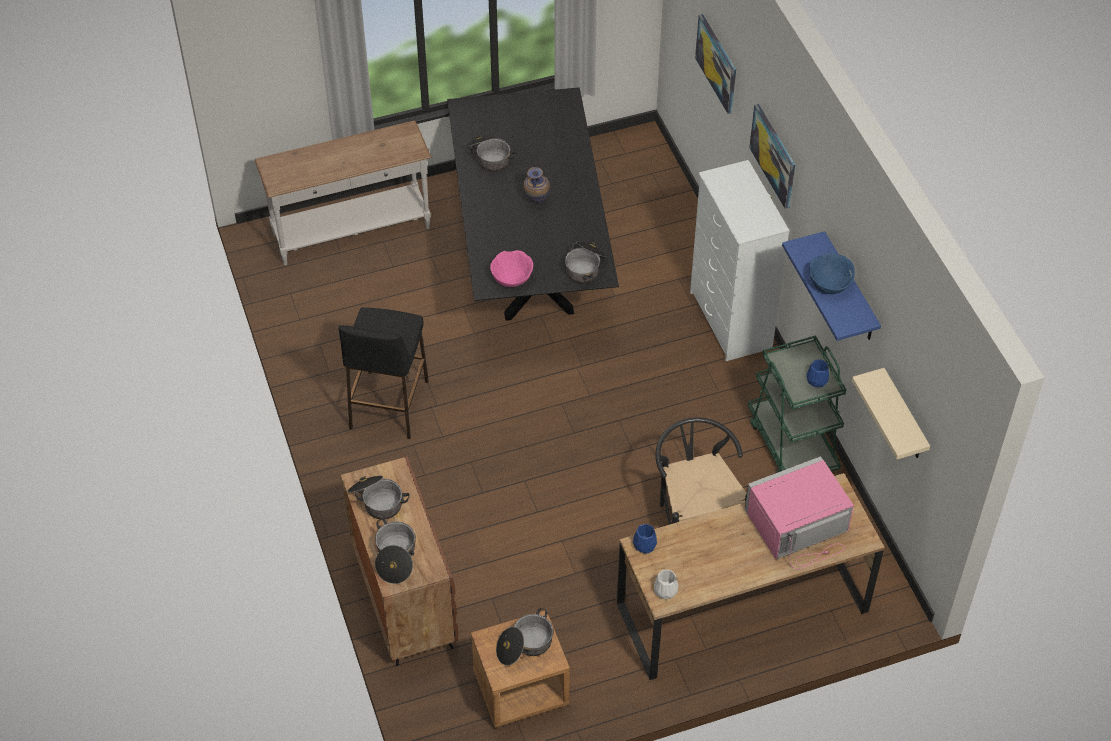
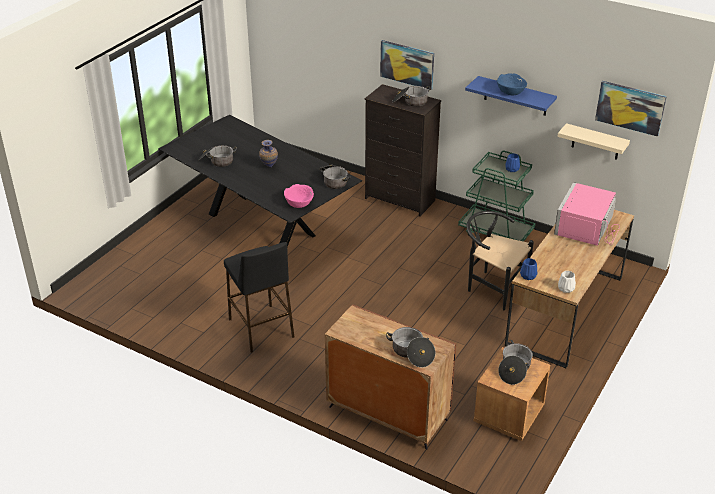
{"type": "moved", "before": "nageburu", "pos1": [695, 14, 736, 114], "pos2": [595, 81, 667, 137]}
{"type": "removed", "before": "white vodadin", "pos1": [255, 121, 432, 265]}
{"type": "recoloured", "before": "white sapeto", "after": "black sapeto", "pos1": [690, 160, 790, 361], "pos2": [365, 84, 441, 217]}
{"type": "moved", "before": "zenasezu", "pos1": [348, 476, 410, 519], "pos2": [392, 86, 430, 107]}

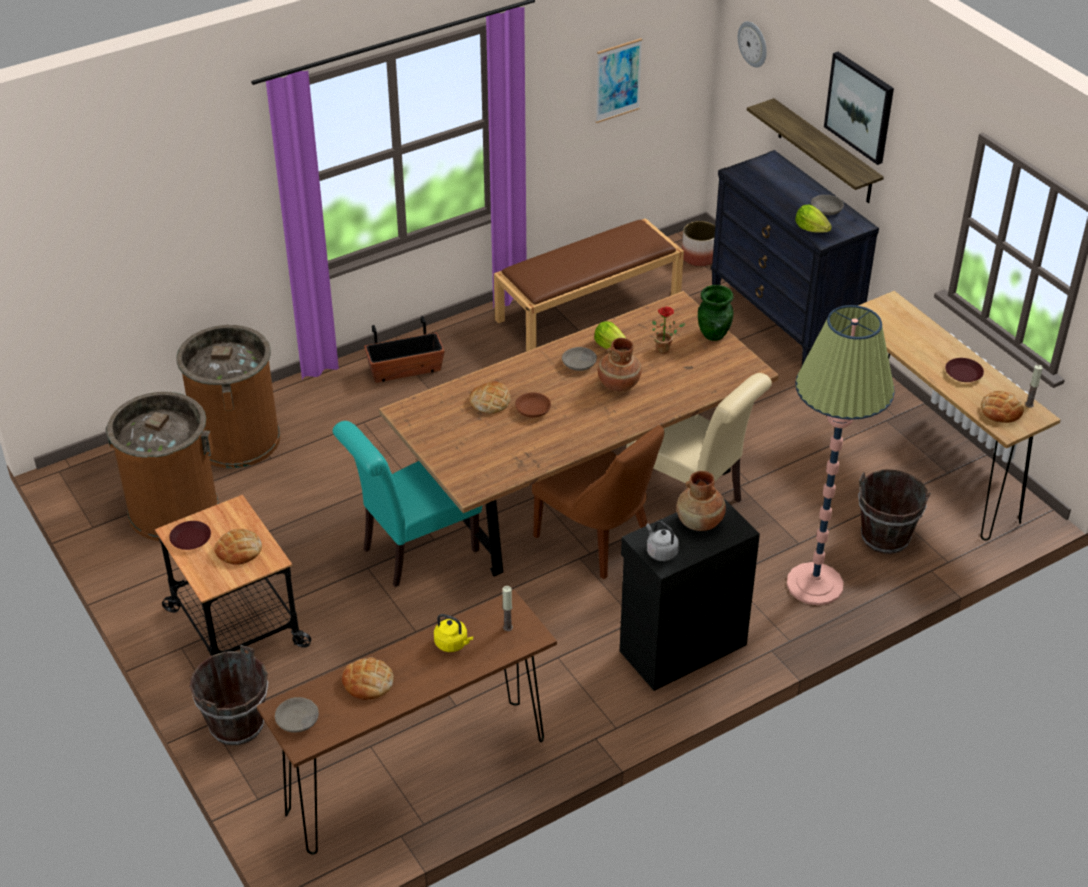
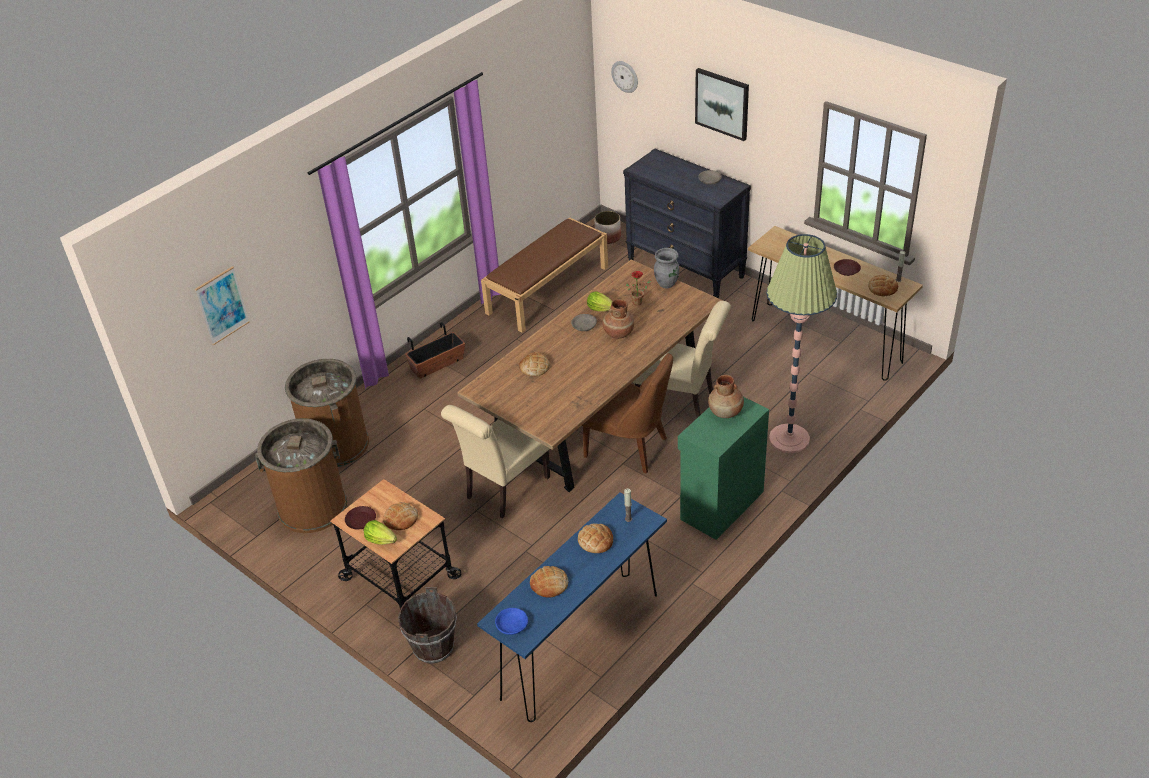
{"type": "moved", "before": "nageburu", "pos1": [596, 38, 642, 123], "pos2": [195, 266, 250, 345]}
{"type": "removed", "before": "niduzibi", "pos1": [747, 98, 884, 203]}
{"type": "moved", "before": "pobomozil", "pos1": [795, 204, 832, 233], "pos2": [364, 520, 397, 545]}
{"type": "recoloured", "before": "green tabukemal", "after": "grey tabukemal", "pos1": [698, 285, 733, 341], "pos2": [654, 248, 679, 288]}
{"type": "removed", "before": "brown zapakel", "pos1": [515, 392, 551, 418]}
{"type": "recoloured", "before": "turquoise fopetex", "after": "beige fopetex", "pos1": [333, 421, 482, 587], "pos2": [441, 405, 550, 519]}
{"type": "removed", "before": "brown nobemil", "pos1": [858, 469, 931, 554]}
{"type": "recoloured", "before": "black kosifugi", "after": "green kosifugi", "pos1": [620, 499, 760, 691], "pos2": [678, 397, 769, 540]}
{"type": "removed", "before": "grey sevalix", "pos1": [646, 521, 679, 561]}
{"type": "recoloured", "before": "brown vodadin", "after": "blue vodadin", "pos1": [257, 590, 557, 855], "pos2": [477, 492, 667, 722]}
{"type": "replaced", "before": "yellow sevalix", "after": "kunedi", "pos1": [434, 614, 473, 652], "pos2": [578, 524, 613, 553]}
{"type": "recoloured", "before": "grey zapakel", "after": "blue zapakel", "pos1": [275, 697, 319, 733], "pos2": [495, 608, 528, 635]}

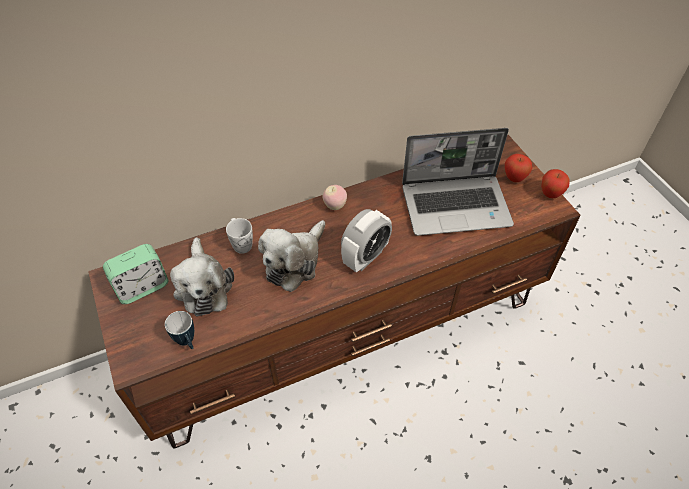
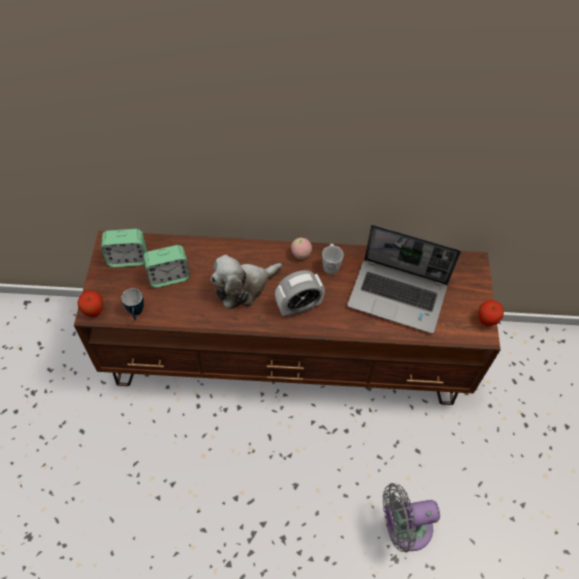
{"type": "moved", "before": "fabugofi", "pos1": [505, 154, 533, 182], "pos2": [77, 291, 103, 317]}
{"type": "moved", "before": "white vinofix", "pos1": [226, 218, 253, 254], "pos2": [322, 244, 344, 274]}
{"type": "replaced", "before": "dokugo", "after": "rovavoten", "pos1": [170, 237, 234, 316], "pos2": [143, 245, 190, 288]}
{"type": "added", "after": "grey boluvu", "pos2": [383, 483, 440, 553]}

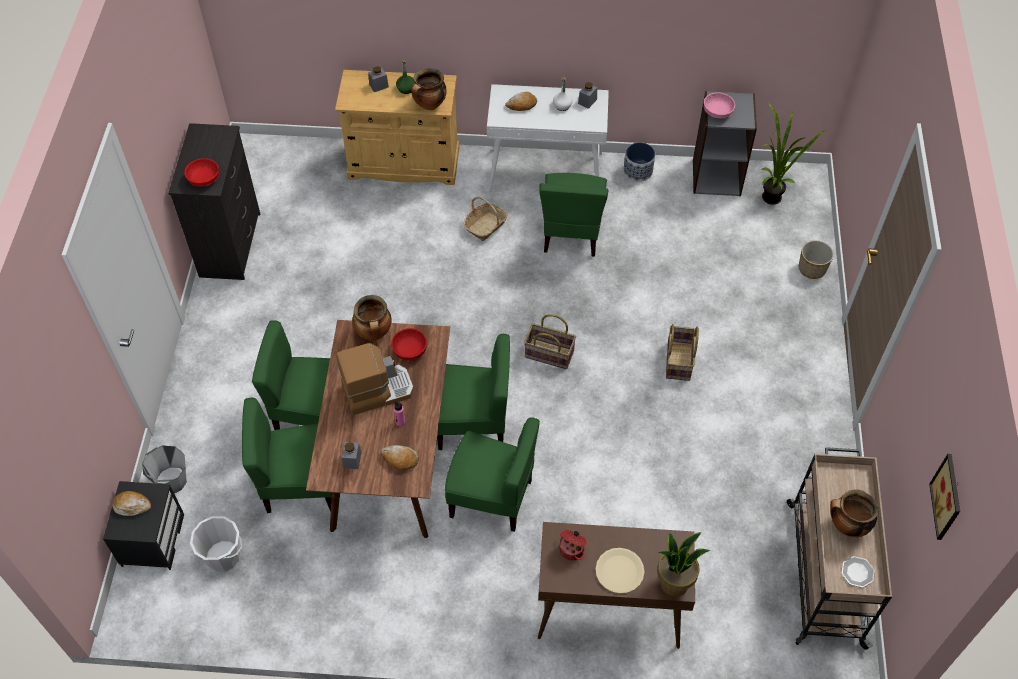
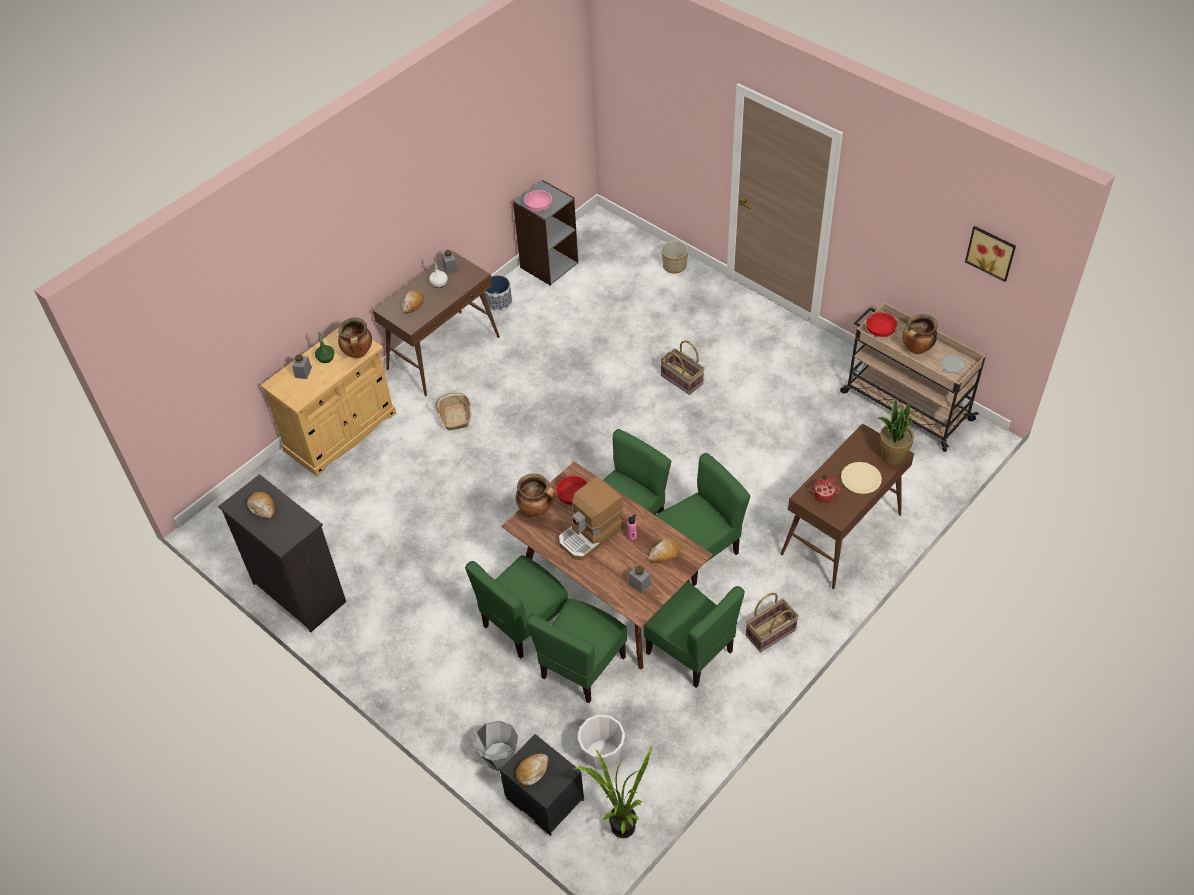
{"type": "recoloured", "before": "white vodadin", "after": "brown vodadin", "pos1": [487, 84, 609, 192], "pos2": [373, 251, 500, 396]}
{"type": "moved", "before": "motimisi", "pos1": [760, 102, 826, 205], "pos2": [574, 745, 653, 838]}
{"type": "moved", "before": "red zapakel", "pos1": [184, 158, 219, 187], "pos2": [866, 312, 897, 337]}
{"type": "moved", "before": "green fopetex", "pos1": [539, 173, 608, 257], "pos2": [644, 582, 745, 688]}
{"type": "moved", "before": "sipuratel", "pos1": [524, 314, 576, 369], "pos2": [746, 593, 799, 652]}
{"type": "turned", "before": "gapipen", "pos1": [336, 343, 414, 415], "pos2": [559, 476, 624, 560], "turn": -150}
{"type": "added", "after": "kunedi", "pos2": [247, 492, 275, 519]}

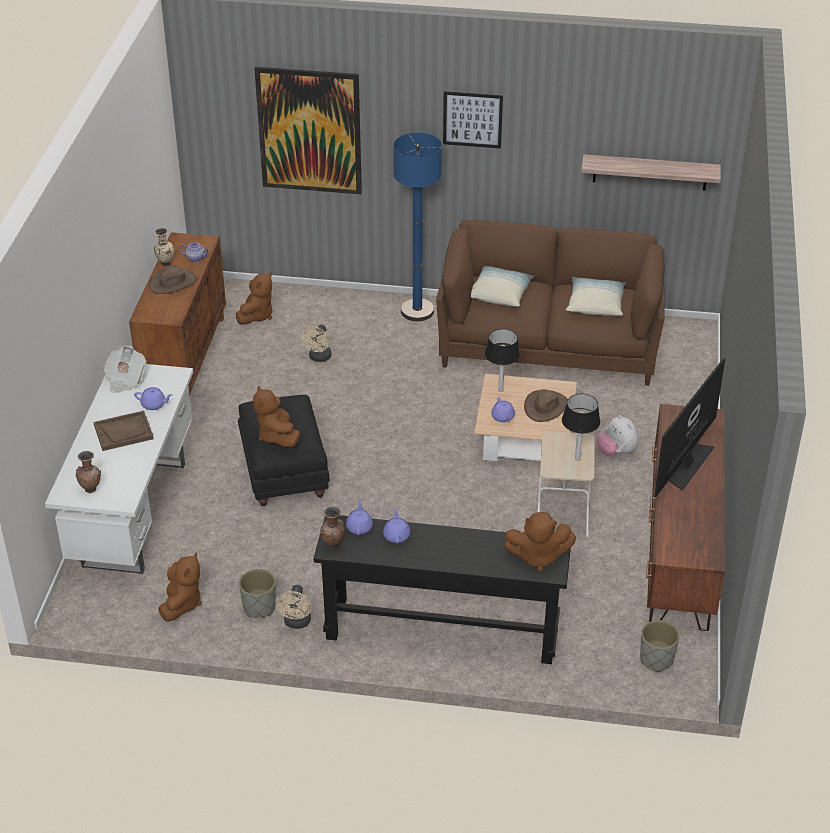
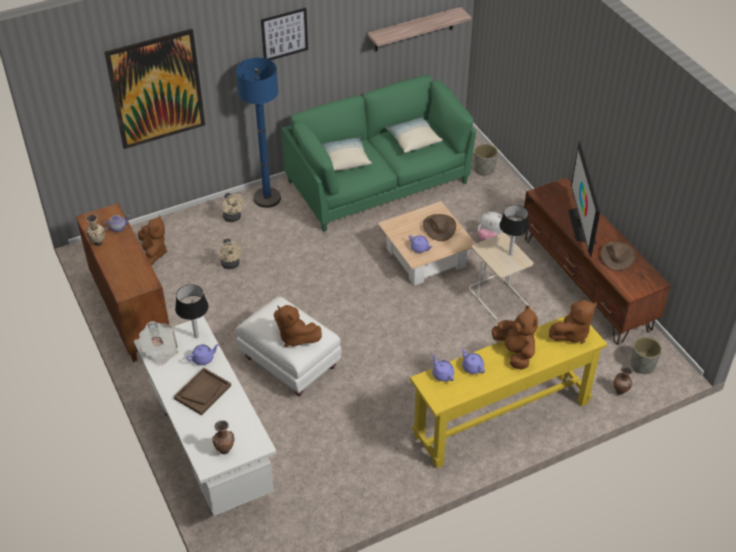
{"type": "recoloured", "before": "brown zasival", "after": "green zasival", "pos1": [436, 220, 665, 386], "pos2": [281, 75, 476, 232]}
{"type": "moved", "before": "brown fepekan", "pos1": [149, 265, 197, 294], "pos2": [601, 242, 637, 271]}
{"type": "moved", "before": "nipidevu", "pos1": [485, 329, 520, 392], "pos2": [175, 284, 208, 338]}
{"type": "recoloured", "before": "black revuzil", "after": "white revuzil", "pos1": [238, 395, 330, 506], "pos2": [236, 297, 342, 396]}
{"type": "moved", "before": "brown tabukemal", "pos1": [320, 507, 345, 549], "pos2": [614, 366, 633, 395]}
{"type": "recoloured", "before": "black vodadin", "after": "yellow vodadin", "pos1": [313, 515, 571, 664], "pos2": [410, 316, 607, 468]}
{"type": "moved", "before": "brown dokugo", "pos1": [158, 553, 202, 622], "pos2": [492, 305, 538, 370]}
{"type": "moved", "before": "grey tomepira", "pos1": [239, 569, 276, 618], "pos2": [474, 144, 498, 176]}
{"type": "moved", "before": "beige boluvu", "pos1": [276, 585, 312, 629], "pos2": [222, 193, 245, 222]}

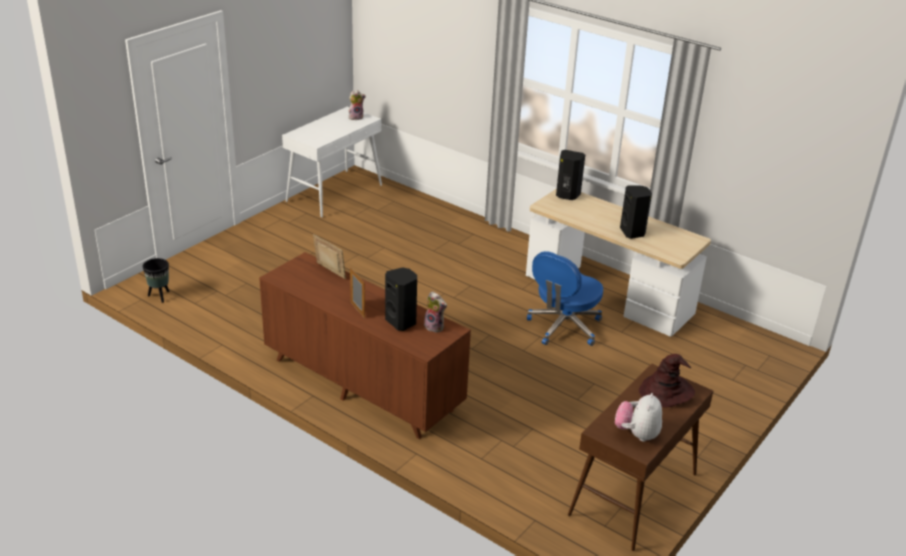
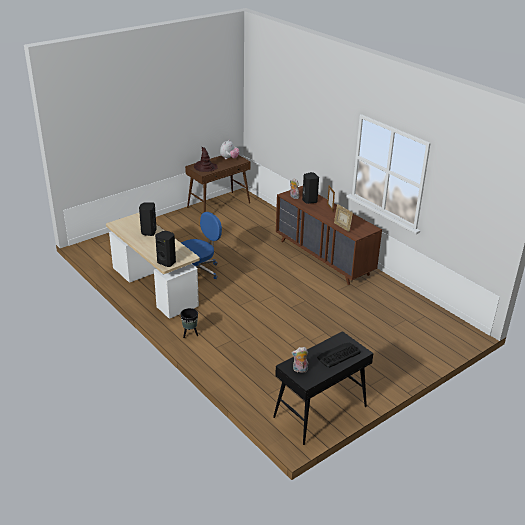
{"type": "recoloured", "before": "white vodadin", "after": "black vodadin", "pos1": [282, 107, 382, 218], "pos2": [273, 331, 373, 445]}
{"type": "moved", "before": "black tomepira", "pos1": [143, 258, 169, 303], "pos2": [181, 308, 198, 338]}
{"type": "added", "after": "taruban", "pos2": [317, 343, 361, 368]}

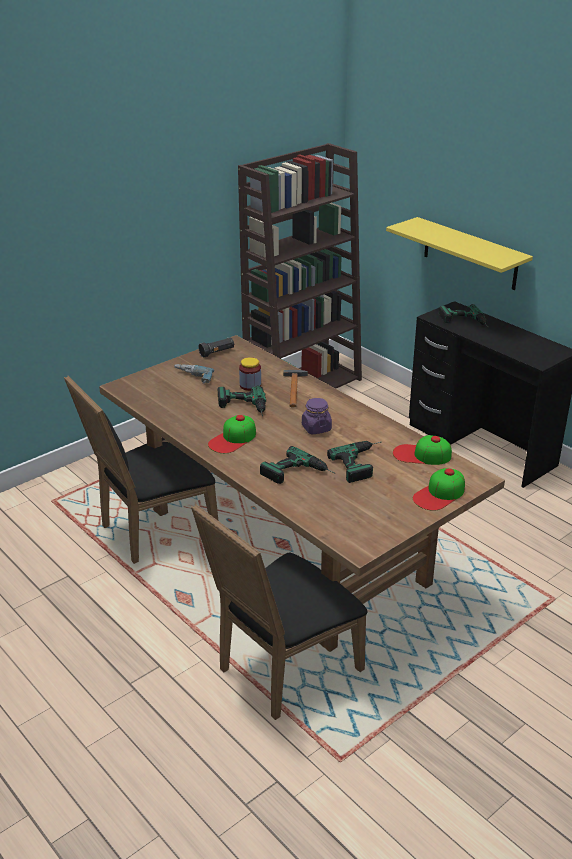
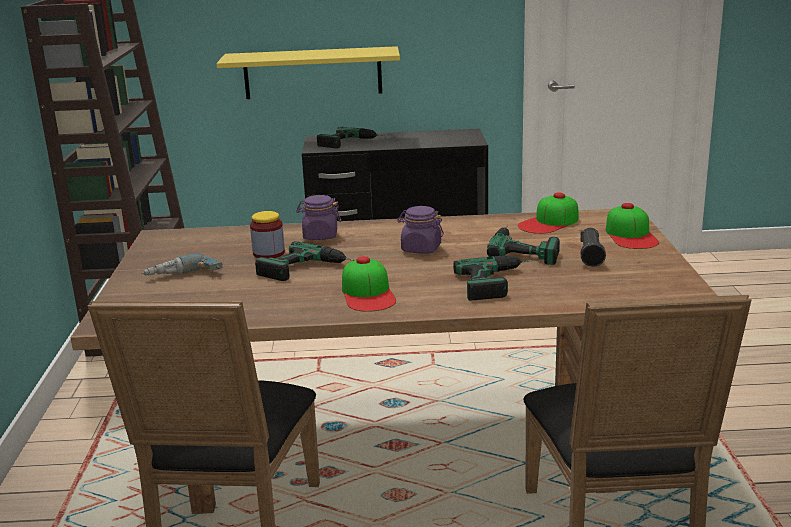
{"type": "moved", "before": "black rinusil", "pos1": [198, 337, 235, 358], "pos2": [580, 228, 606, 267]}
{"type": "replaced", "before": "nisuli", "after": "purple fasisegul", "pos1": [283, 370, 308, 408], "pos2": [296, 195, 341, 240]}

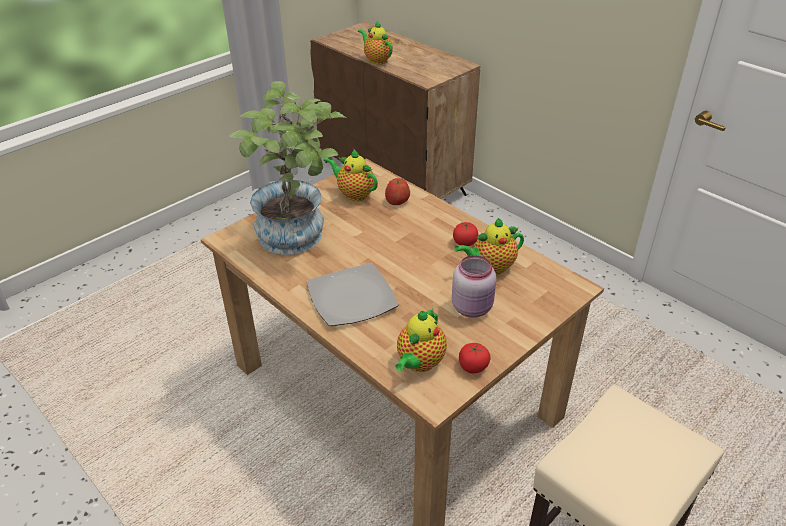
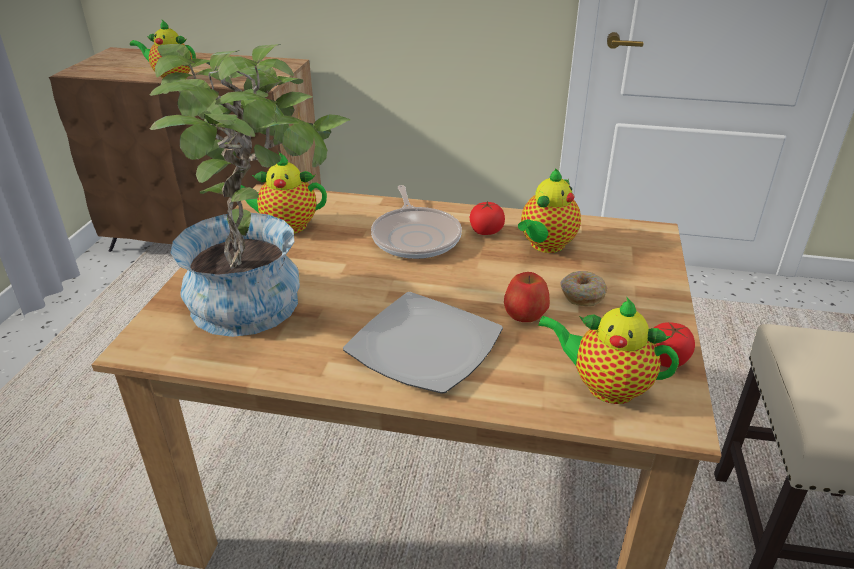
{"type": "moved", "before": "fabugofi", "pos1": [385, 178, 410, 205], "pos2": [504, 272, 550, 322]}
{"type": "replaced", "before": "pink fasisegul", "after": "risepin", "pos1": [452, 255, 496, 318], "pos2": [560, 271, 607, 307]}
{"type": "turned", "before": "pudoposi", "pos1": [396, 309, 447, 372], "pos2": [538, 298, 679, 404], "turn": 120}
{"type": "added", "after": "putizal", "pos2": [371, 185, 462, 259]}

